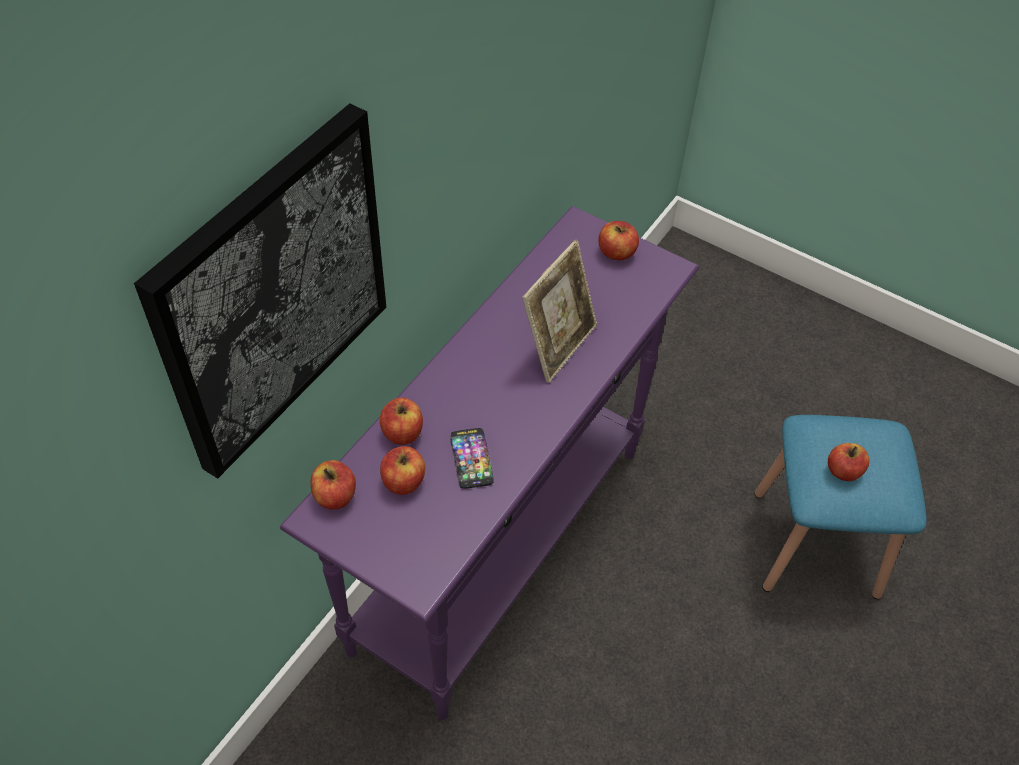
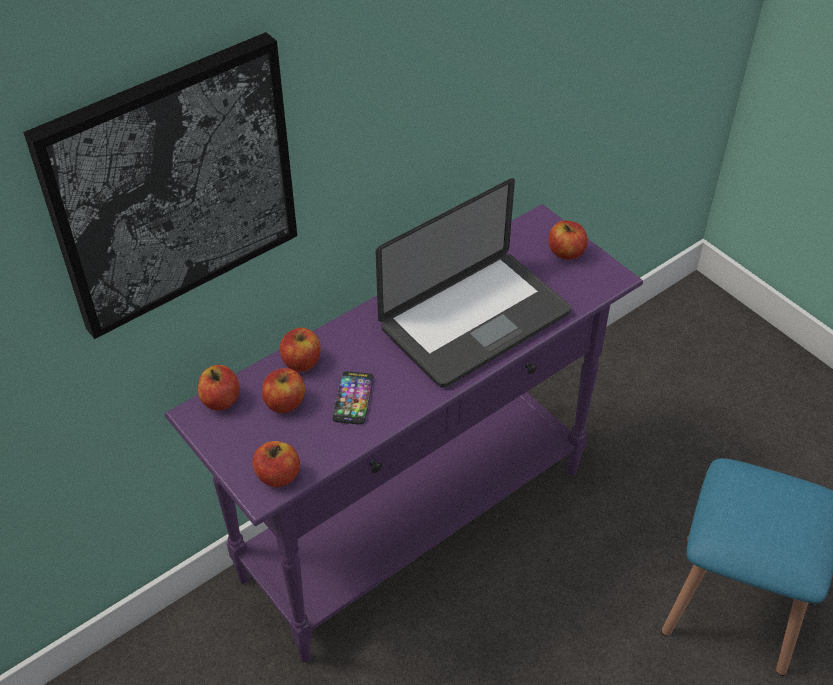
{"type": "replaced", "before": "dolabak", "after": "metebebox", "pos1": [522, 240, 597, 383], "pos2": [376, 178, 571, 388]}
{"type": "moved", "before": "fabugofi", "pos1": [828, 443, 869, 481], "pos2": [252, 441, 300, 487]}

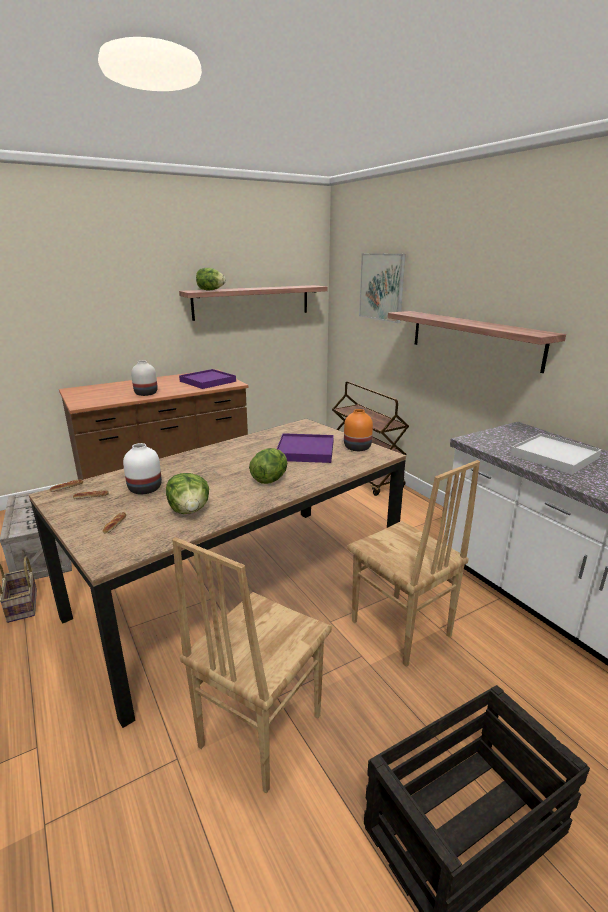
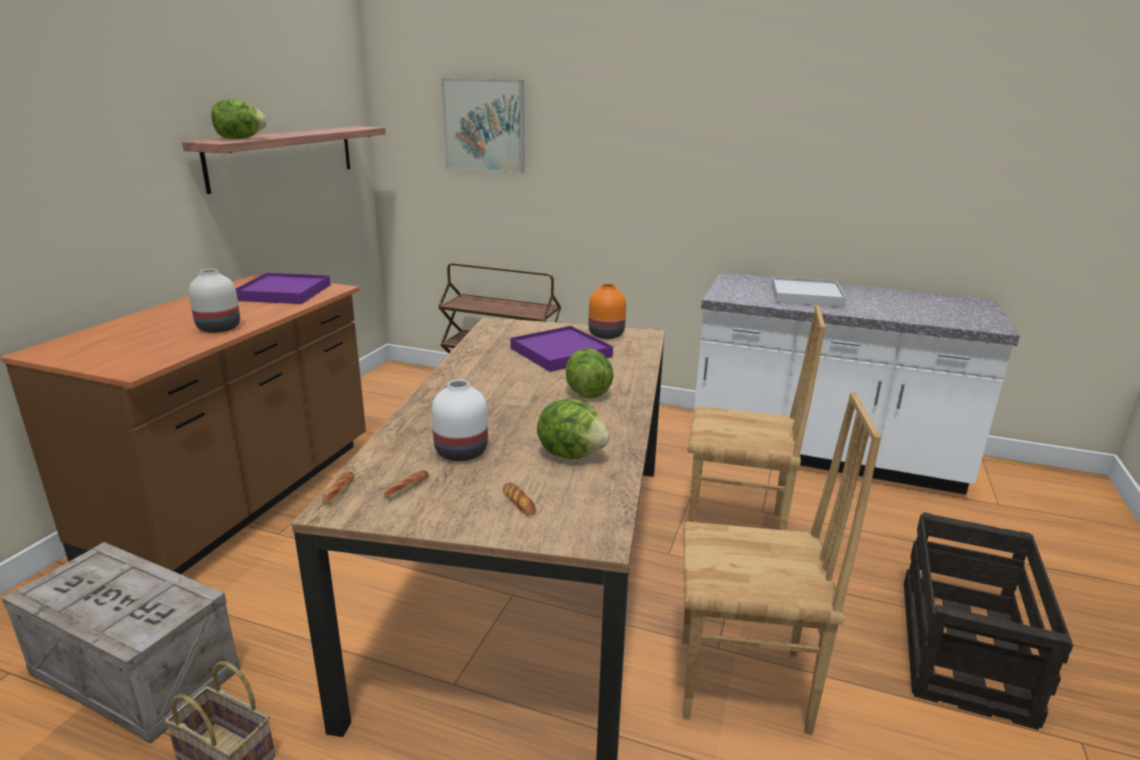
{"type": "removed", "before": "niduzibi", "pos1": [388, 311, 566, 373]}
{"type": "turned", "before": "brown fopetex", "pos1": [172, 537, 332, 793], "pos2": [682, 392, 881, 734], "turn": -75}

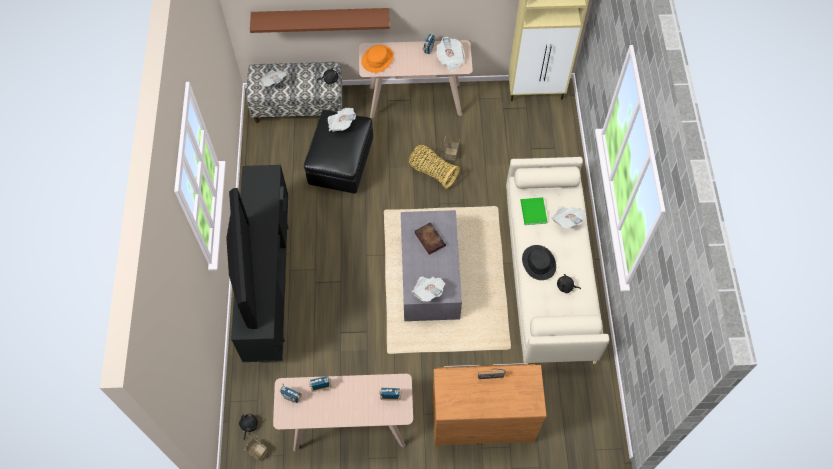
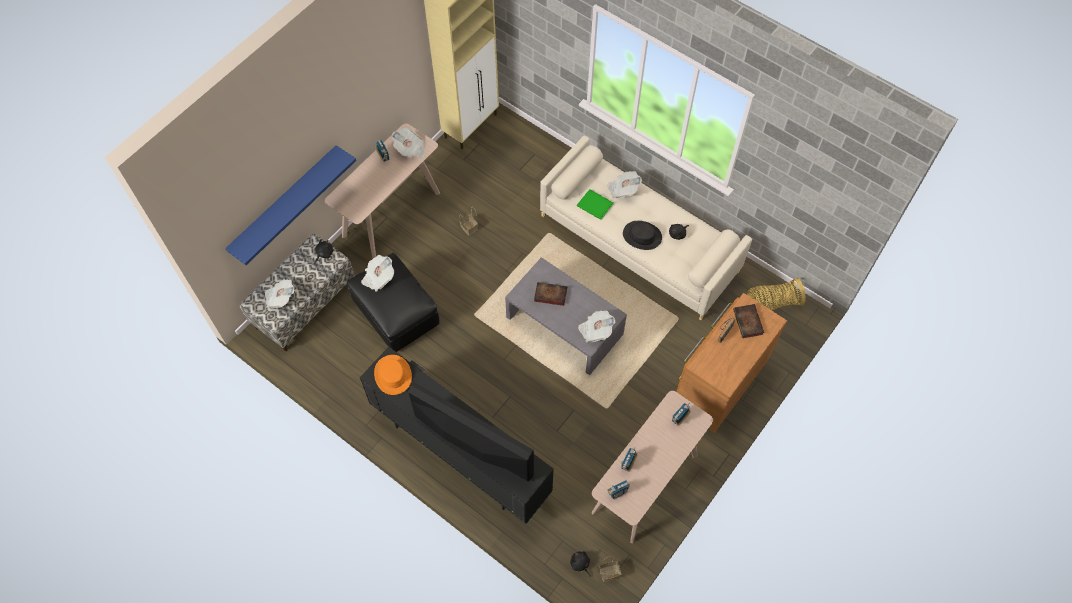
{"type": "recoloured", "before": "brown niduzibi", "after": "blue niduzibi", "pos1": [250, 8, 390, 33], "pos2": [225, 145, 356, 265]}
{"type": "moved", "before": "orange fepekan", "pos1": [361, 45, 394, 73], "pos2": [374, 355, 412, 395]}
{"type": "moved", "before": "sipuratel", "pos1": [409, 145, 460, 189], "pos2": [747, 278, 806, 310]}
{"type": "added", "after": "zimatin", "pos2": [733, 304, 764, 338]}

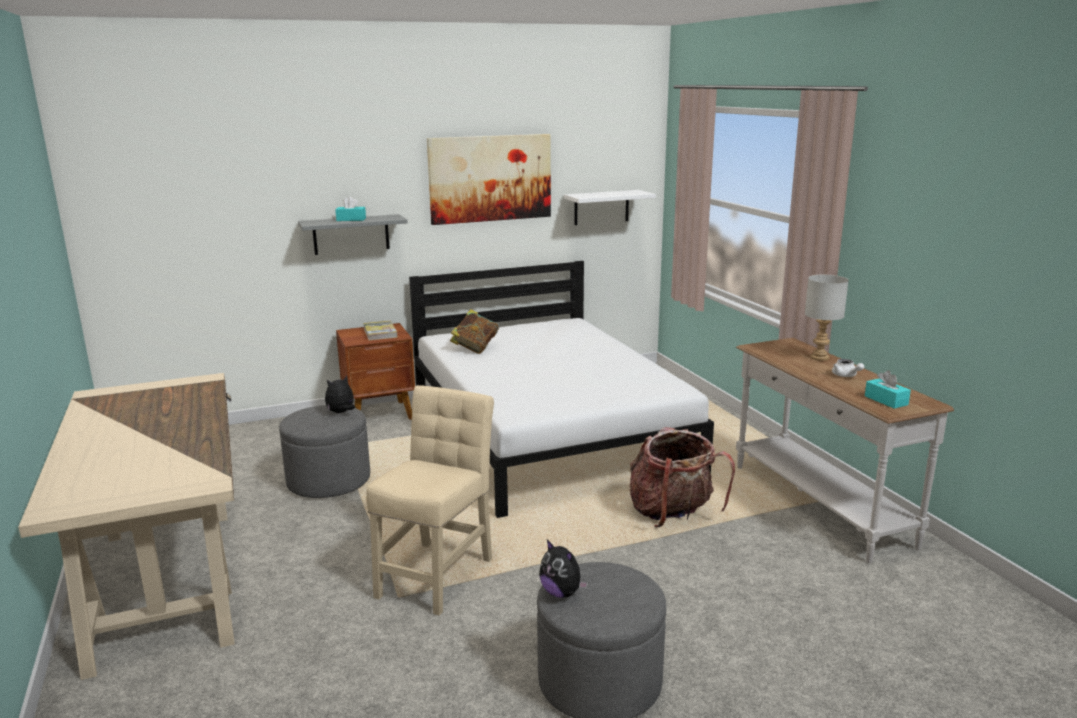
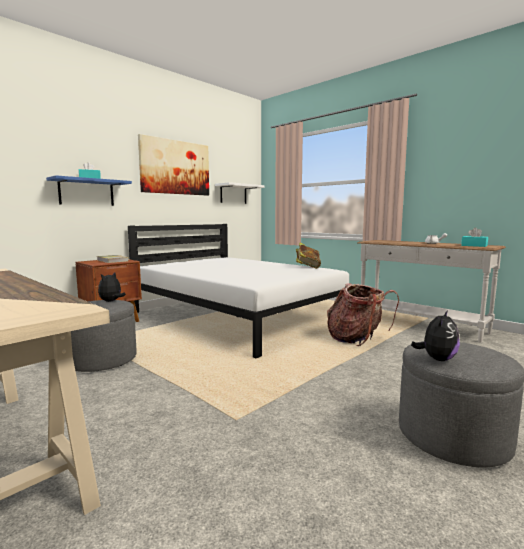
{"type": "recoloured", "before": "grey niduzibi", "after": "blue niduzibi", "pos1": [298, 214, 408, 255], "pos2": [46, 175, 132, 206]}
{"type": "removed", "before": "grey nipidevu", "pos1": [805, 275, 849, 361]}
{"type": "moved", "before": "zimatin", "pos1": [450, 309, 499, 354], "pos2": [296, 242, 321, 269]}
{"type": "removed", "before": "beige fopetex", "pos1": [366, 385, 494, 615]}
{"type": "turned", "before": "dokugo", "pos1": [539, 540, 588, 598], "pos2": [411, 310, 460, 361], "turn": -75}

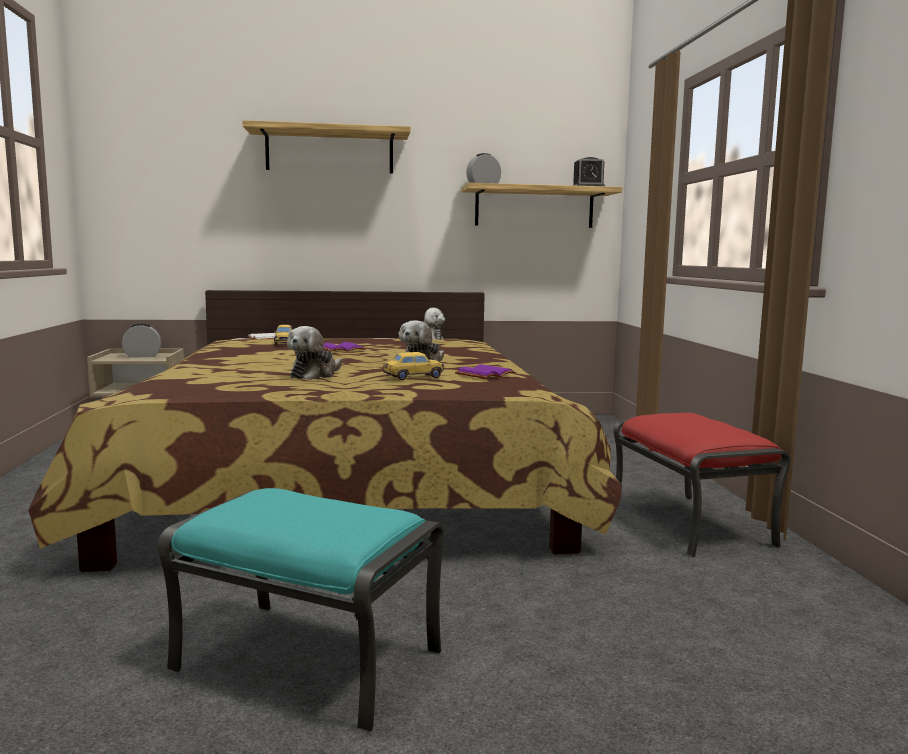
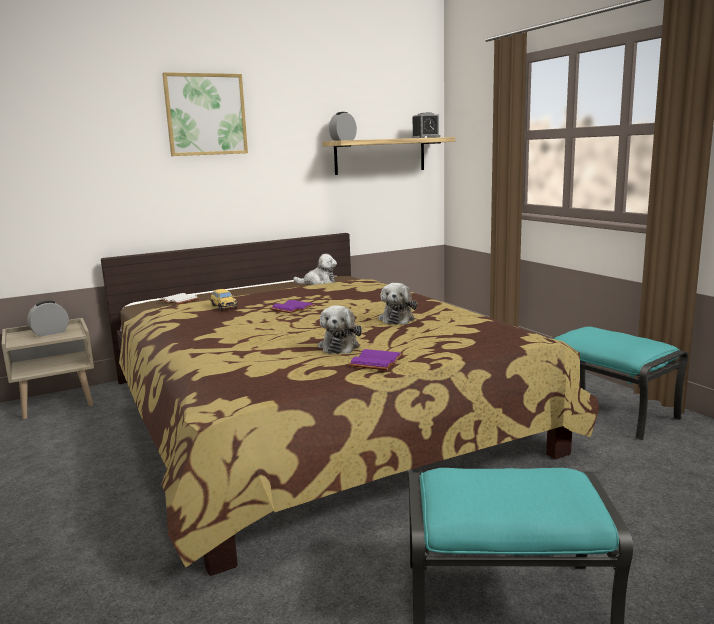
{"type": "replaced", "before": "niduzibi", "after": "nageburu", "pos1": [242, 120, 410, 173], "pos2": [162, 72, 248, 156]}
{"type": "removed", "before": "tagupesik", "pos1": [383, 352, 444, 380]}
{"type": "moved", "before": "purple zimatin", "pos1": [455, 364, 516, 379], "pos2": [349, 349, 403, 370]}
{"type": "recoloured", "before": "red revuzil", "after": "turquoise revuzil", "pos1": [613, 413, 791, 558], "pos2": [551, 327, 688, 441]}

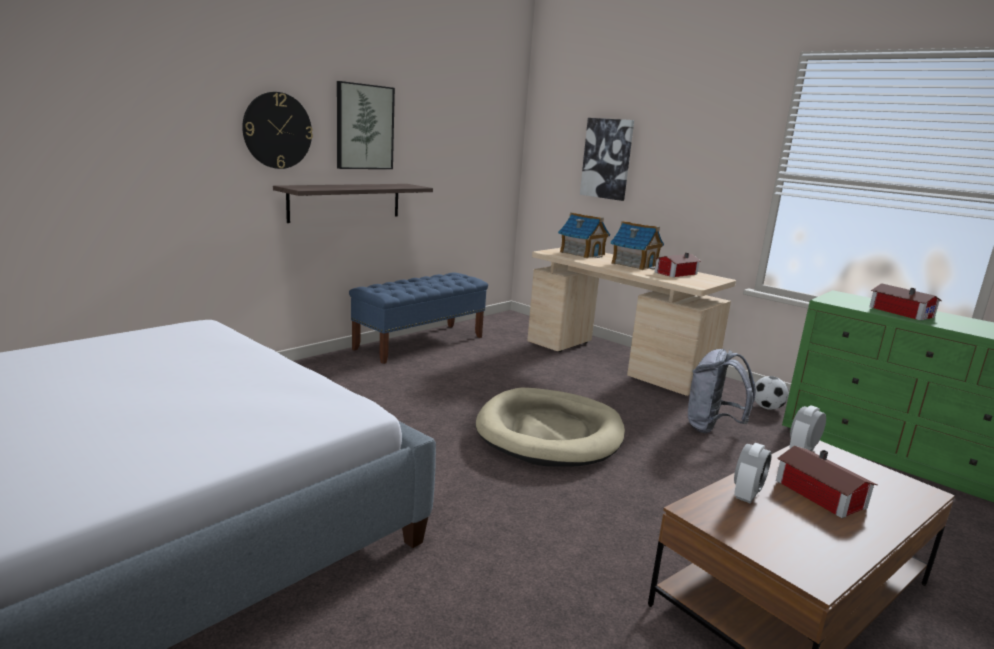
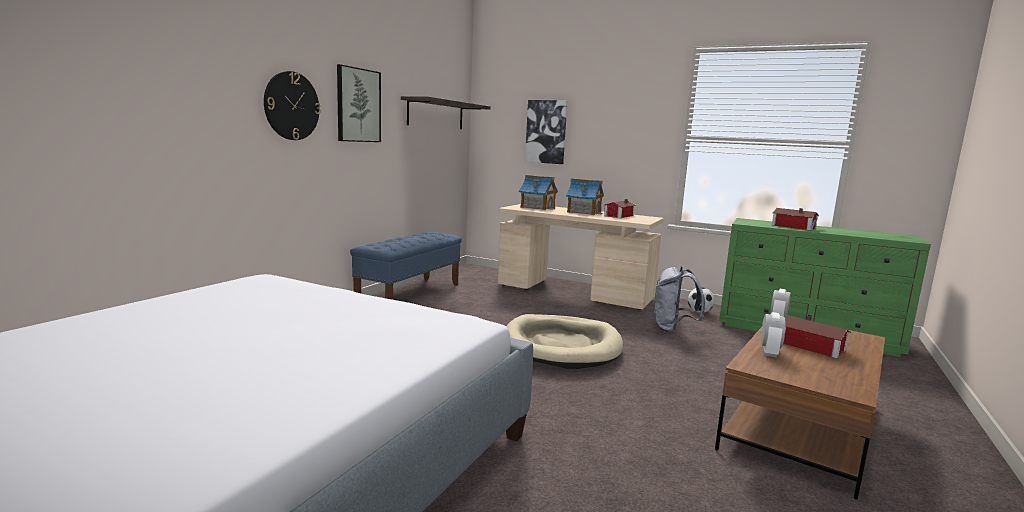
{"type": "moved", "before": "niduzibi", "pos1": [273, 184, 433, 223], "pos2": [401, 96, 491, 129]}

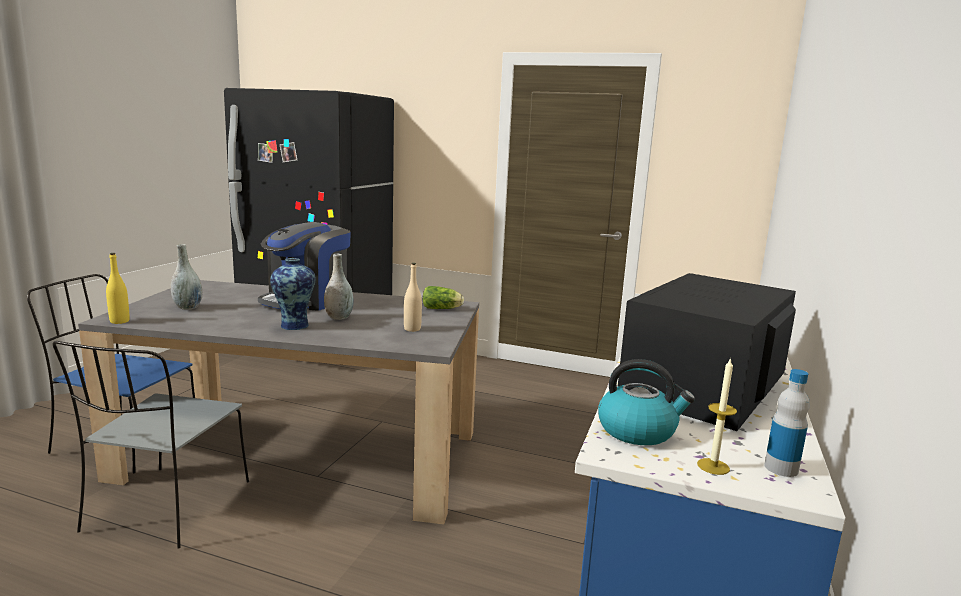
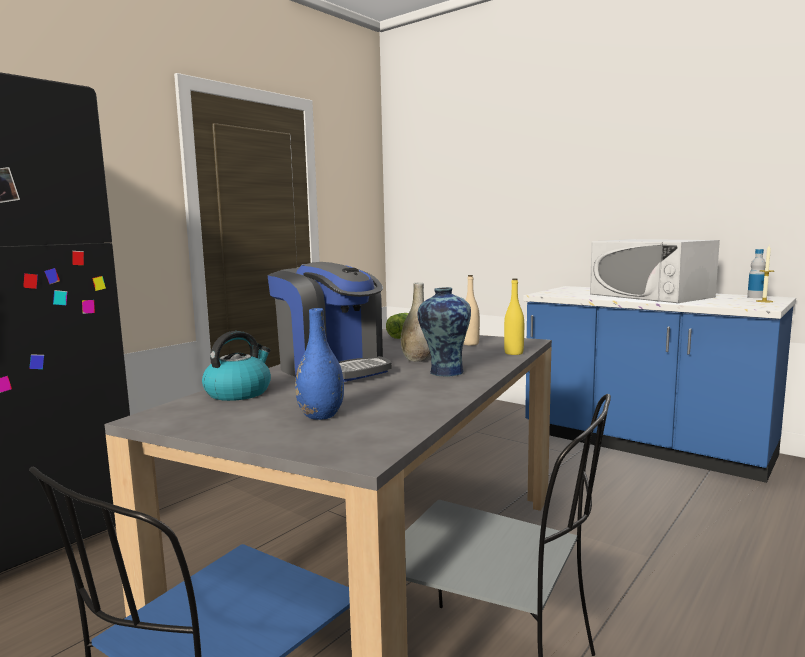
{"type": "recoloured", "before": "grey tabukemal", "after": "blue tabukemal", "pos1": [171, 244, 202, 310], "pos2": [295, 308, 344, 420]}
{"type": "moved", "before": "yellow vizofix", "pos1": [106, 253, 130, 324], "pos2": [504, 278, 524, 355]}
{"type": "recoloured", "before": "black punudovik", "after": "white punudovik", "pos1": [618, 273, 796, 431], "pos2": [590, 239, 720, 303]}
{"type": "moved", "before": "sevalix", "pos1": [598, 359, 695, 445], "pos2": [202, 331, 271, 401]}

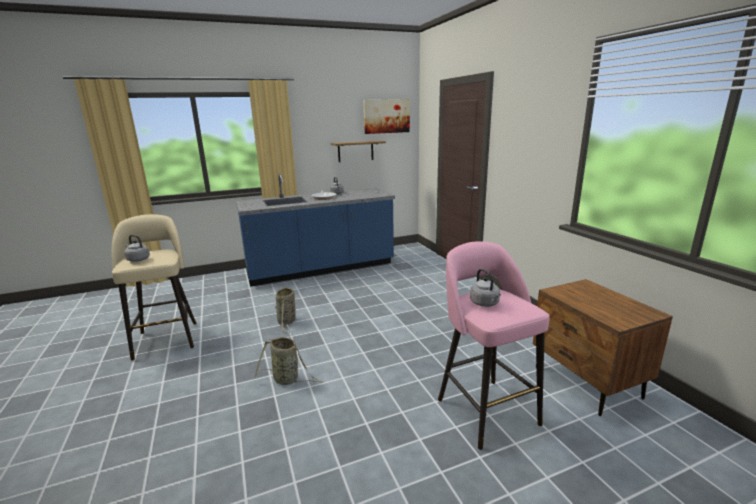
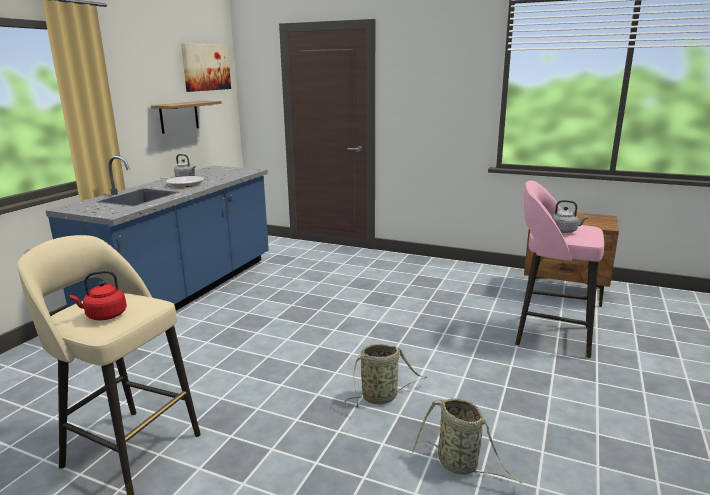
{"type": "recoloured", "before": "grey sevalix", "after": "red sevalix", "pos1": [124, 235, 150, 262], "pos2": [70, 270, 127, 320]}
{"type": "moved", "before": "sipuratel", "pos1": [275, 287, 296, 334], "pos2": [412, 398, 522, 483]}

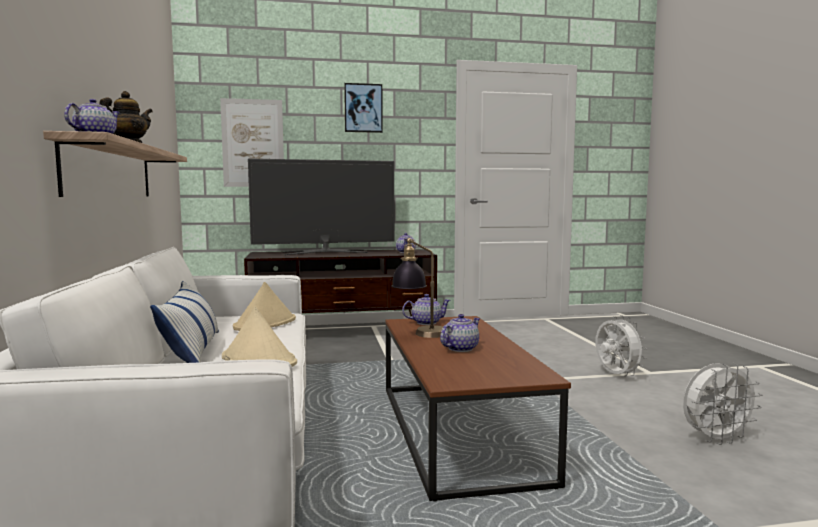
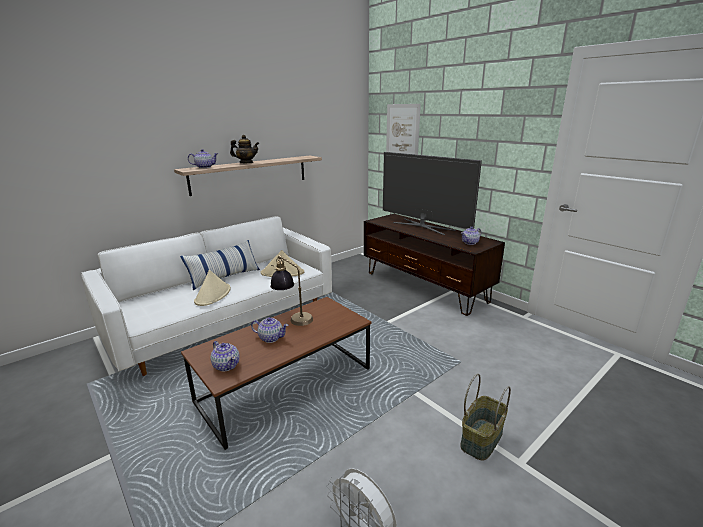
{"type": "removed", "before": "nageburu", "pos1": [344, 83, 383, 133]}
{"type": "moved", "before": "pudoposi", "pos1": [402, 294, 451, 325], "pos2": [210, 341, 239, 371]}
{"type": "replaced", "before": "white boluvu", "after": "sipuratel", "pos1": [595, 315, 647, 376], "pos2": [460, 374, 511, 460]}

